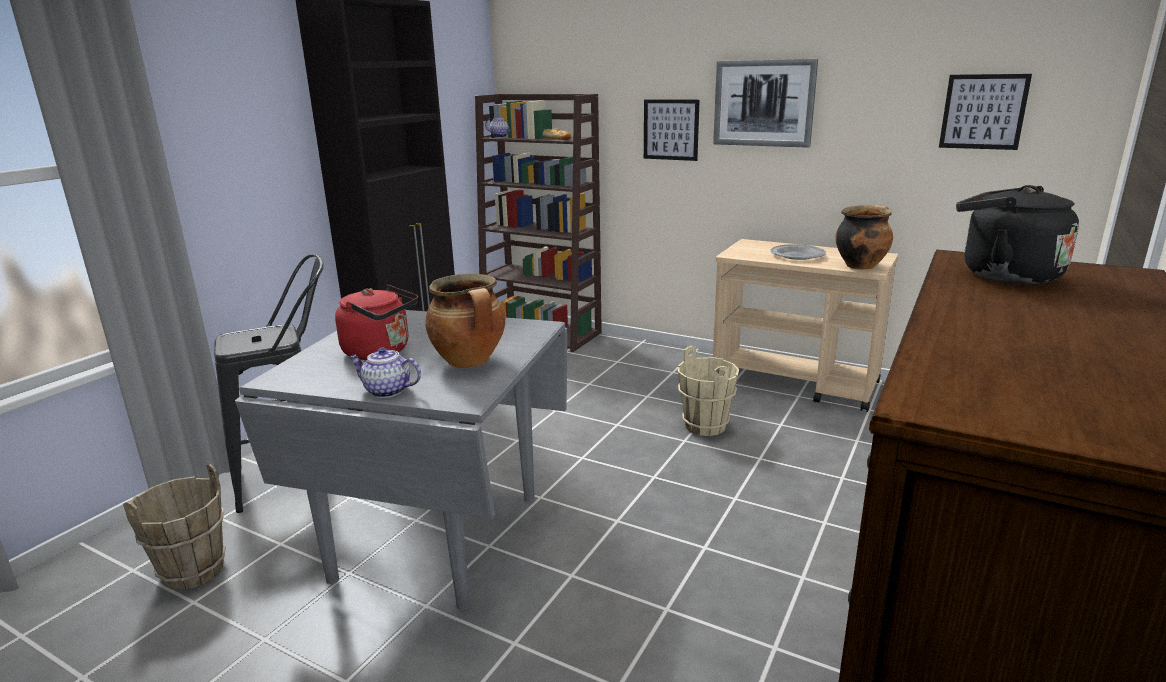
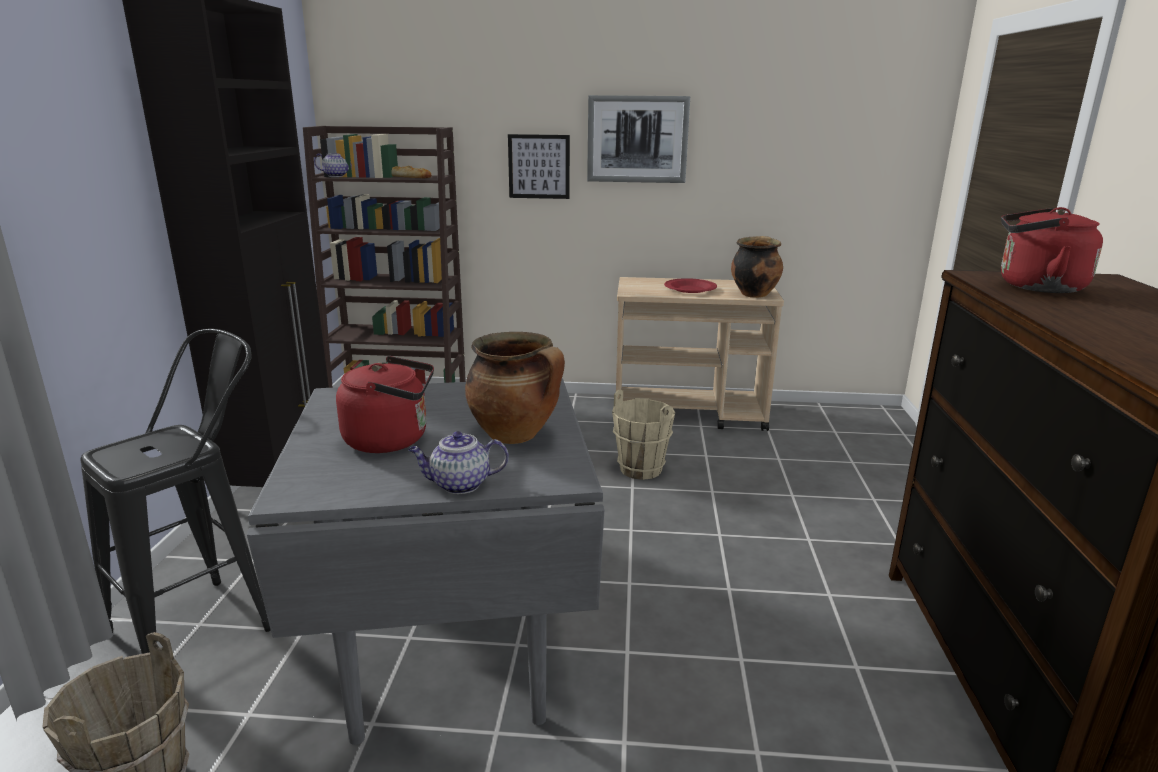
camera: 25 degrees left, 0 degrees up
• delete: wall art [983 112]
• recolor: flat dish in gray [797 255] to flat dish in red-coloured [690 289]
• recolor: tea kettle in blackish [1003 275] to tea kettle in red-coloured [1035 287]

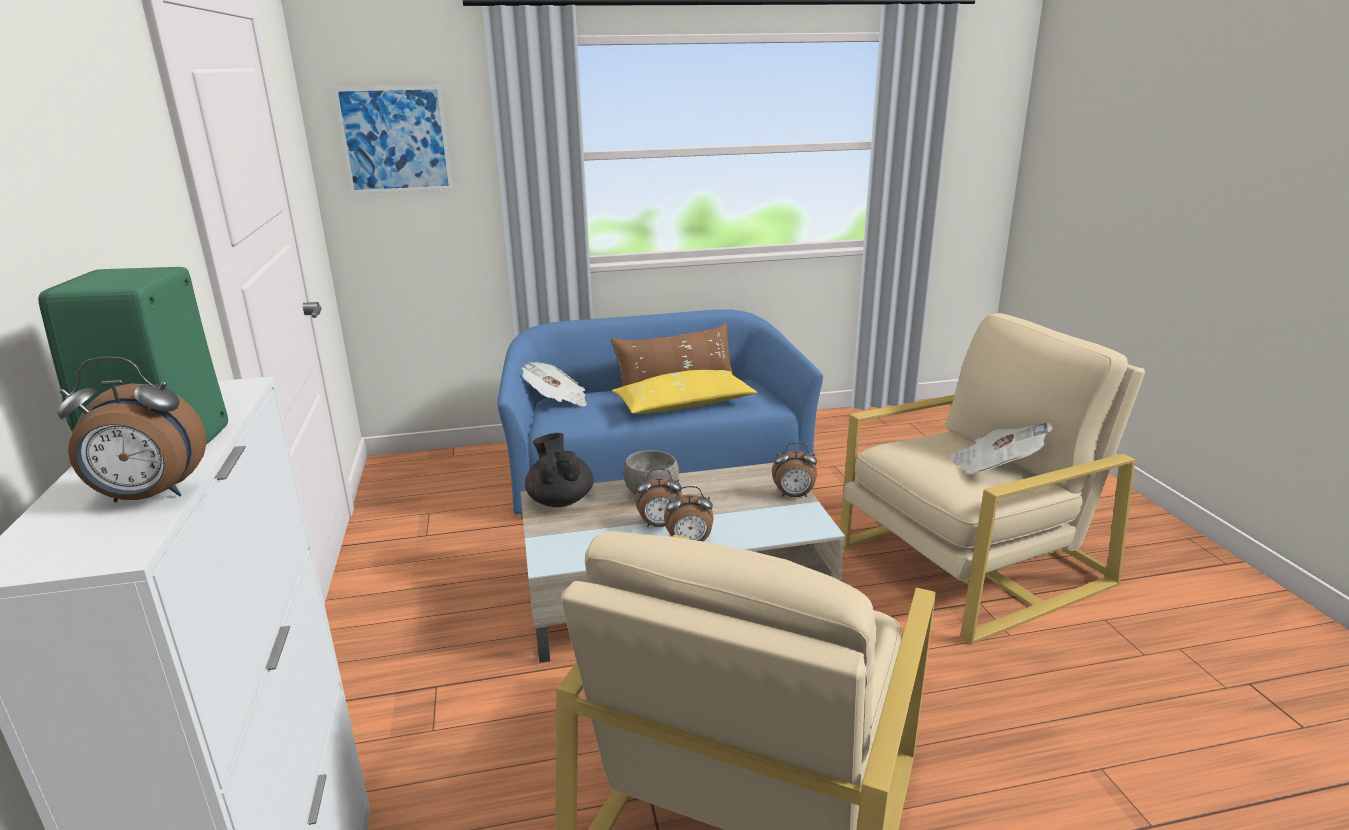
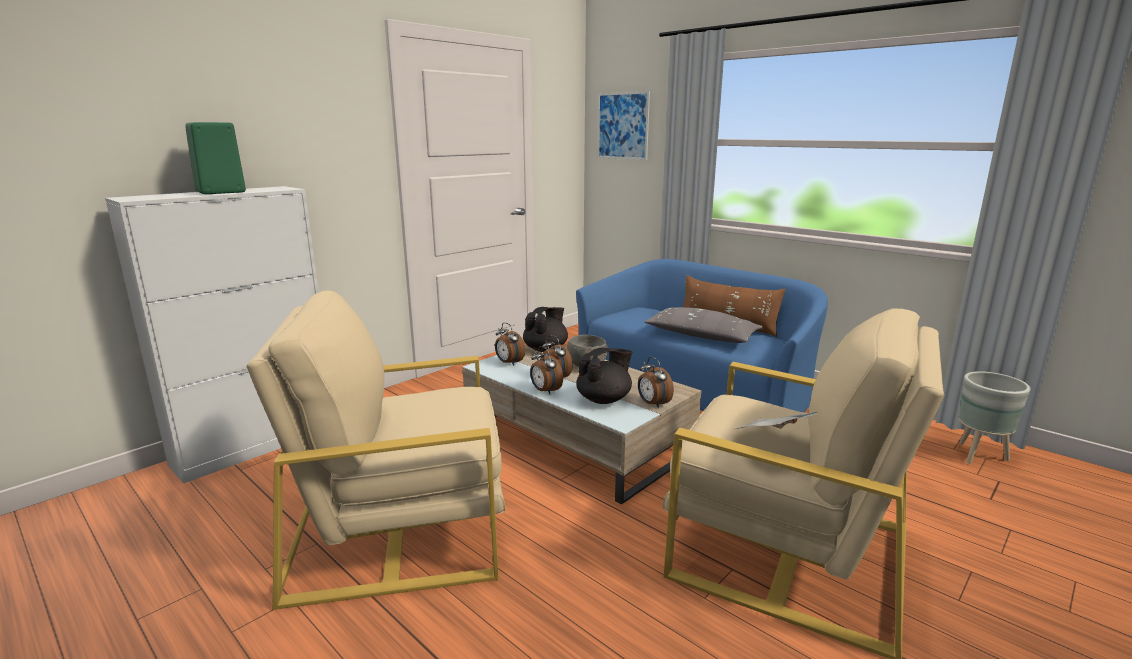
camera: 55 degrees right, 5 degrees down
• delete: newspaper [556 400]
• insert: pot for tea in blackish [604 399]
• insert: flower pot in gray [979 455]
• move: table clock [149 497] to [509 363]
• recolor: pillow in yellow [684 406] to pillow in gray [701 336]

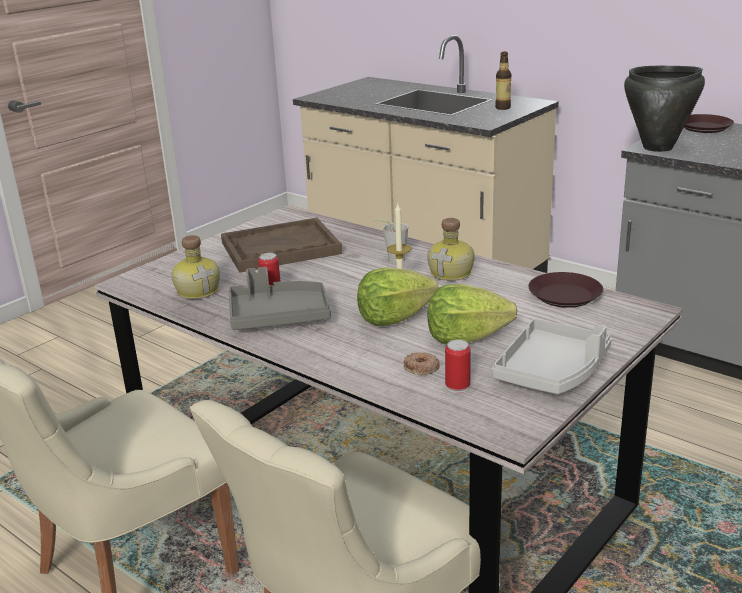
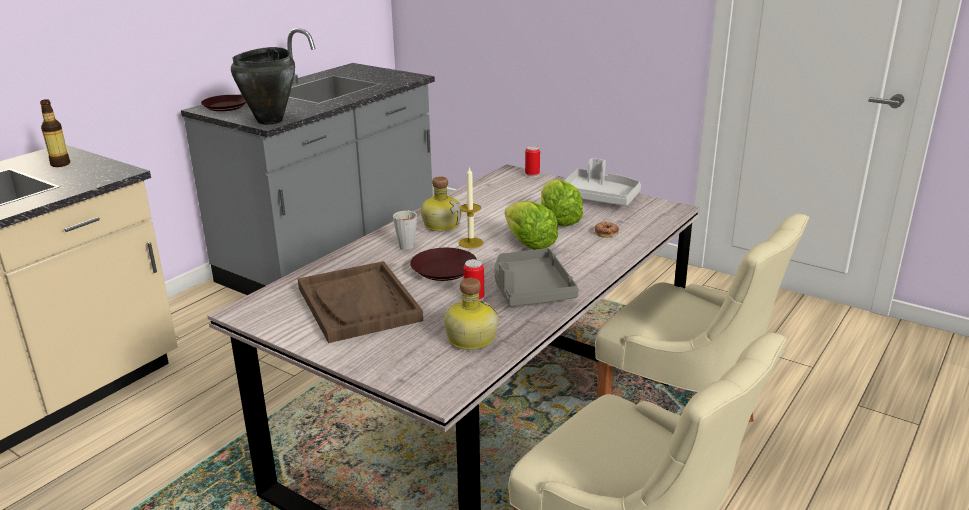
camera: 95 degrees left, 0 degrees up
• move: can [457 387] to [532 175]
• move: flat dish in brown [565 296] to [444 269]

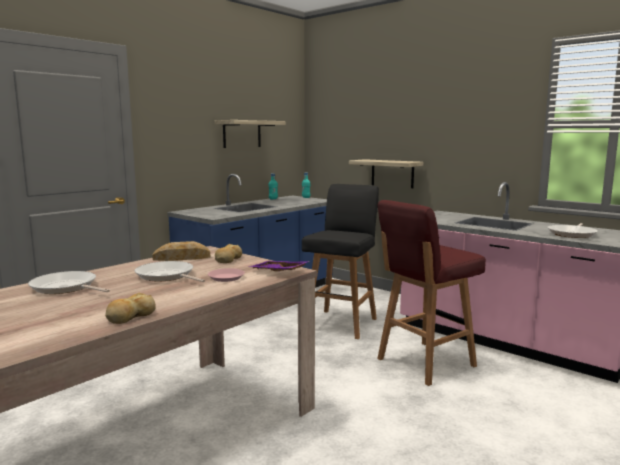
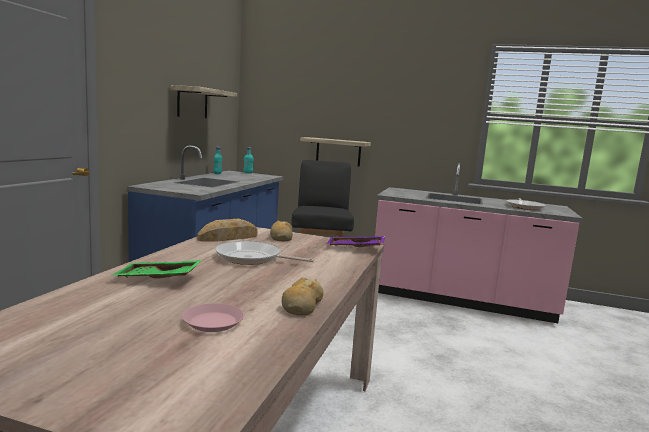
camera: 25 degrees left, 0 degrees up
• delete: stool in red-coloured [424 363]
• move: flat dish in pinkish [226 277] to [213 322]
• replace: frying pan [66 288] to carrying tray in green-coloured [157 279]

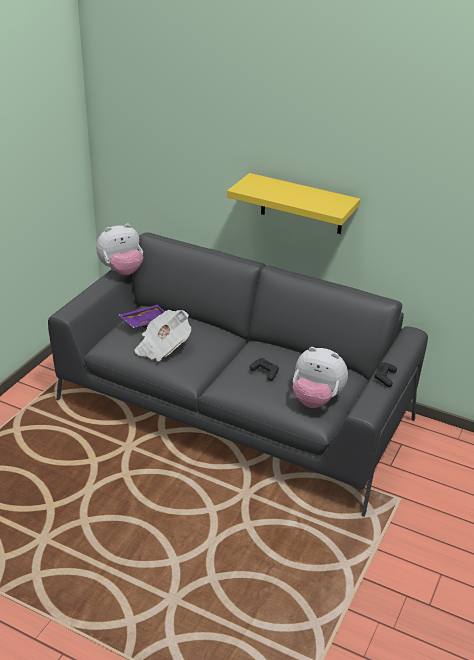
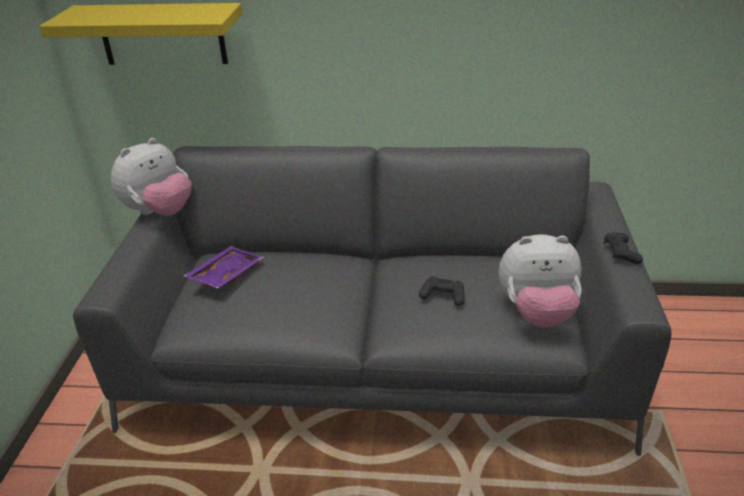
camera: 20 degrees left, 0 degrees up
• delete: newspaper [162 347]
• move: wall shelf in yellow [301 204] to [162 34]

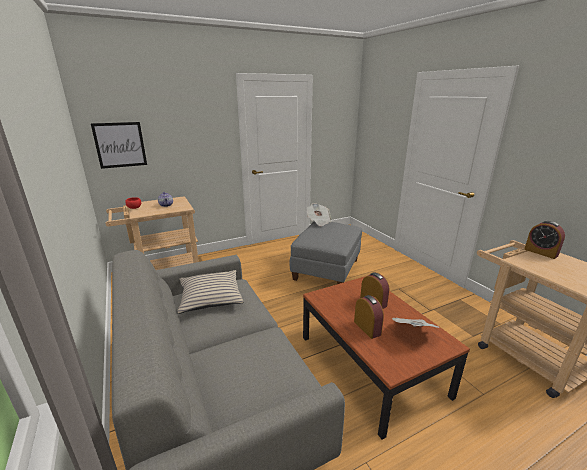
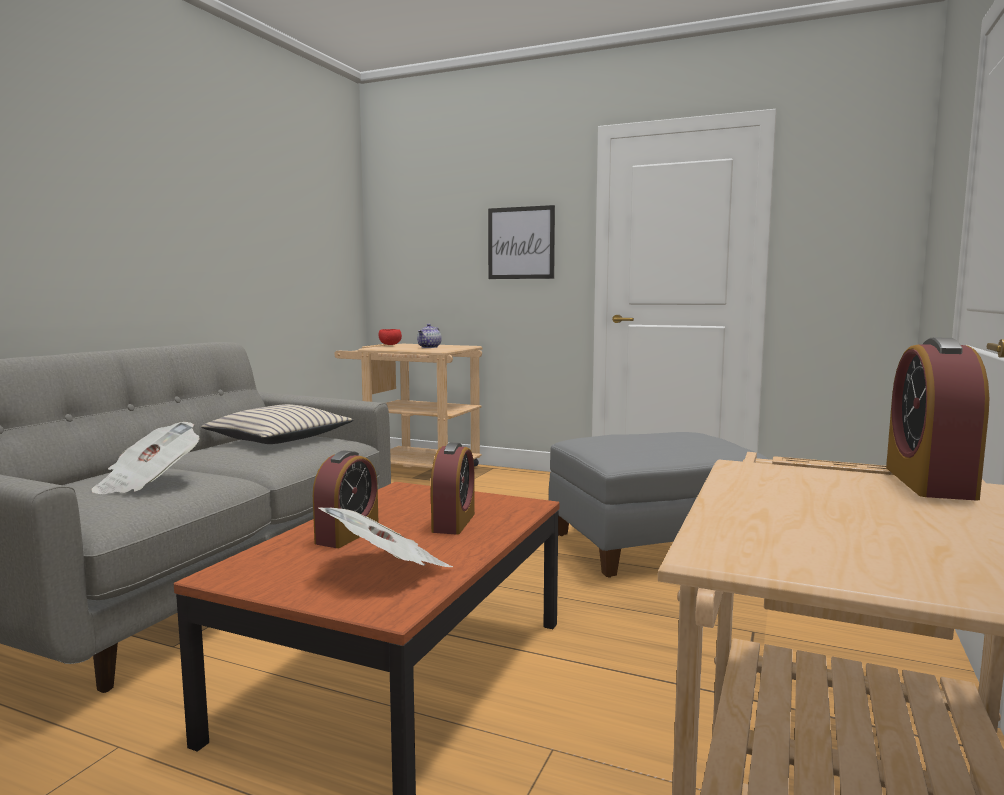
camera: 50 degrees right, 15 degrees down
• move: wall art [120 145] to [521 243]
• move: newspaper [318 221] to [148 483]

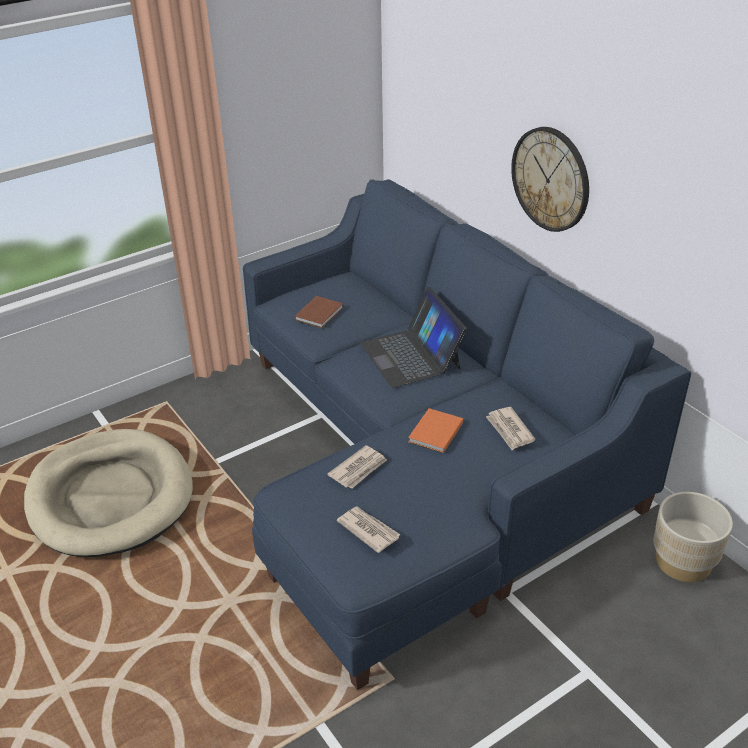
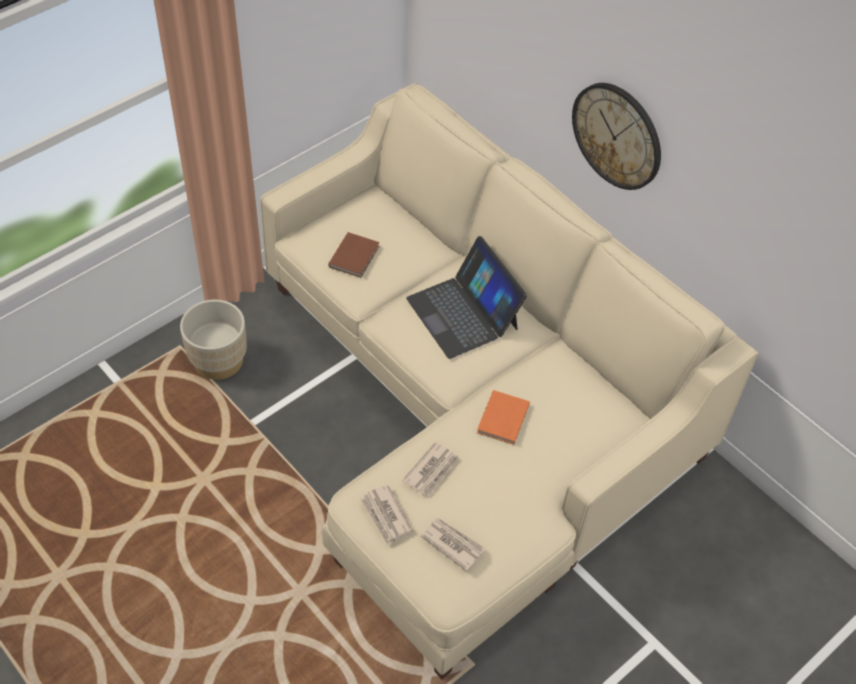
camera: 10 degrees left, 15 degrees up
• delete: dog bed in beige-coloured [110 497]
• move: newspaper [509 430] to [386 516]
• move: flower pot in beige-coloured [683 561] to [218 360]
• recolor: sofa in bluish [421 461] to sofa in beige-coloured [471 411]

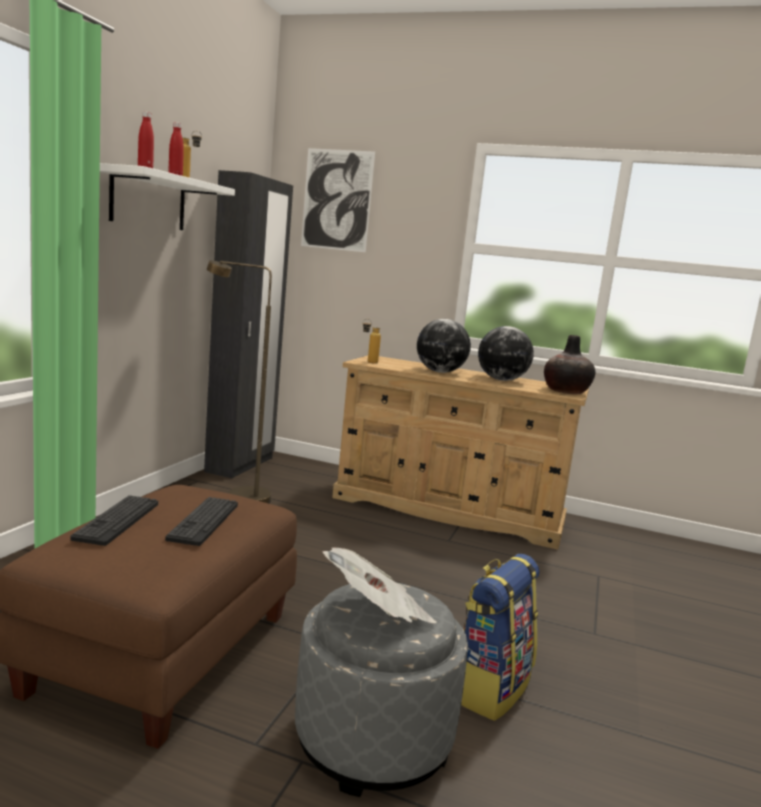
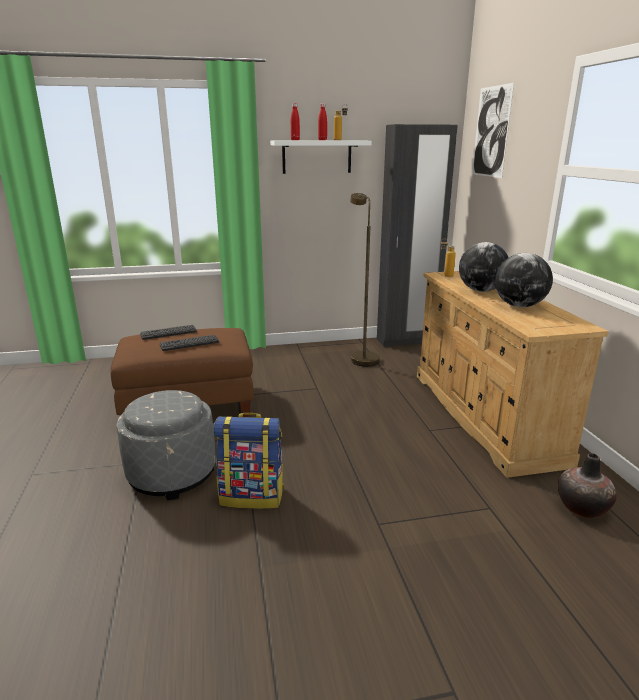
camera: 60 degrees right, 10 degrees up
• delete: newspaper [377 614]
• move: vase [566 391] to [582 508]

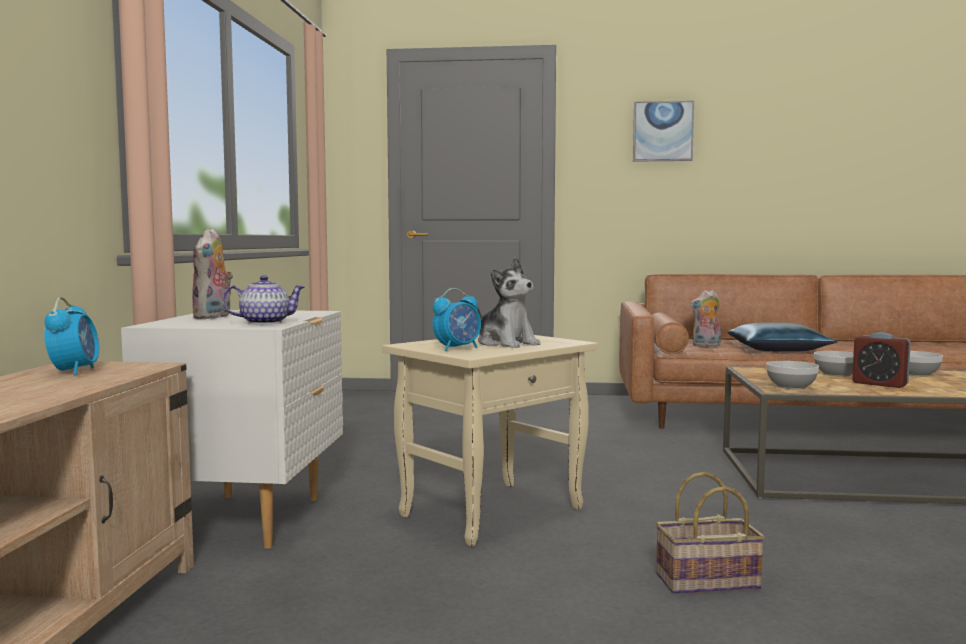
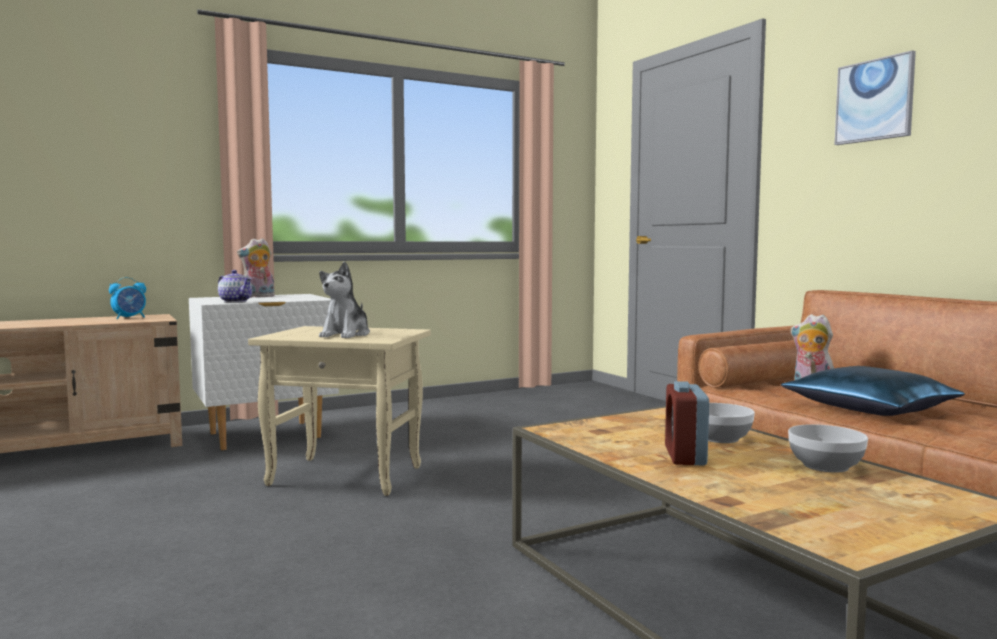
camera: 55 degrees right, 0 degrees up
• delete: table clock [458 348]
• delete: household basket [705 582]
• delete: serving bowl [790 386]

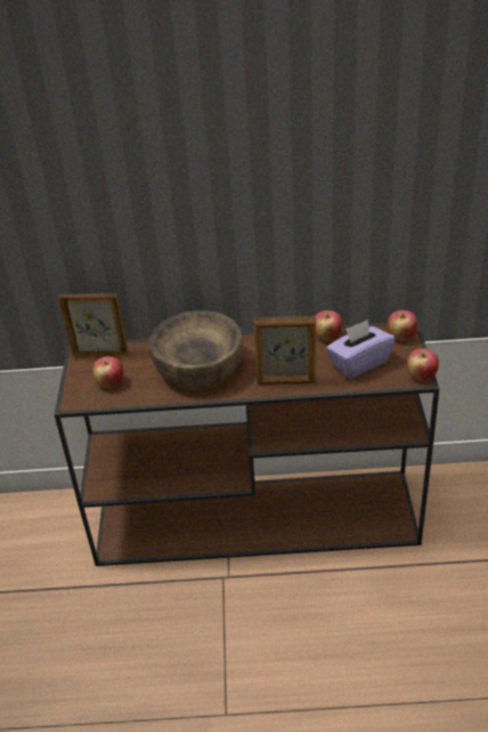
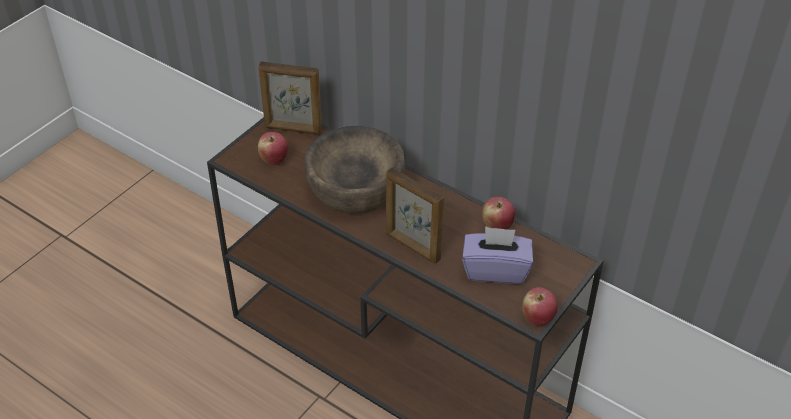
camera: 35 degrees right, 5 degrees up
• delete: apple fruit [401 337]
• rotate: picture frame [100 355] = [293 129] 150 degrees clockwise

